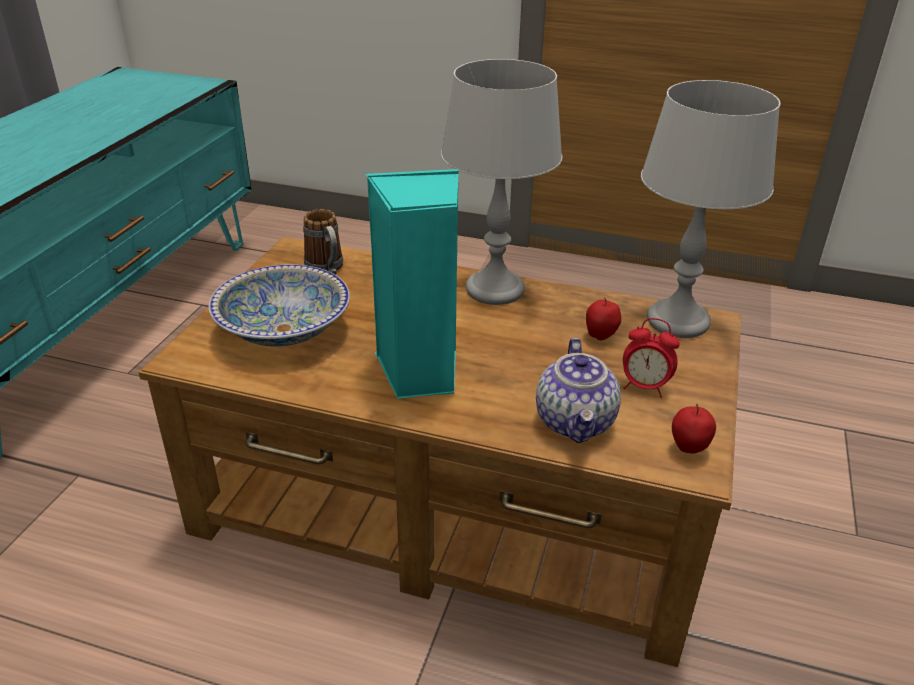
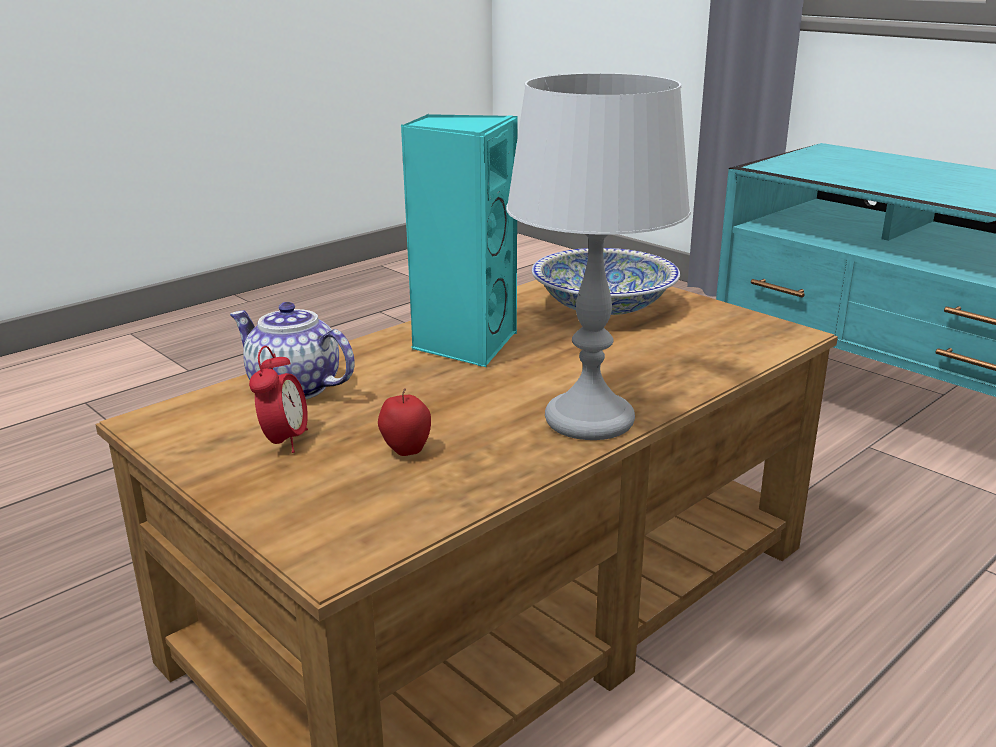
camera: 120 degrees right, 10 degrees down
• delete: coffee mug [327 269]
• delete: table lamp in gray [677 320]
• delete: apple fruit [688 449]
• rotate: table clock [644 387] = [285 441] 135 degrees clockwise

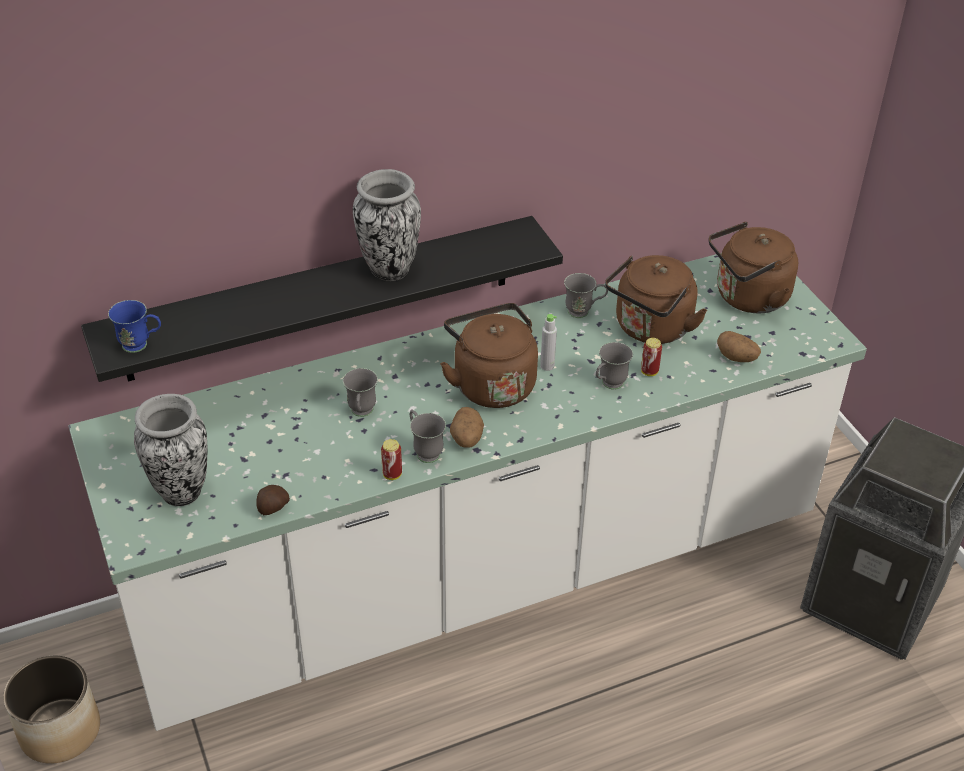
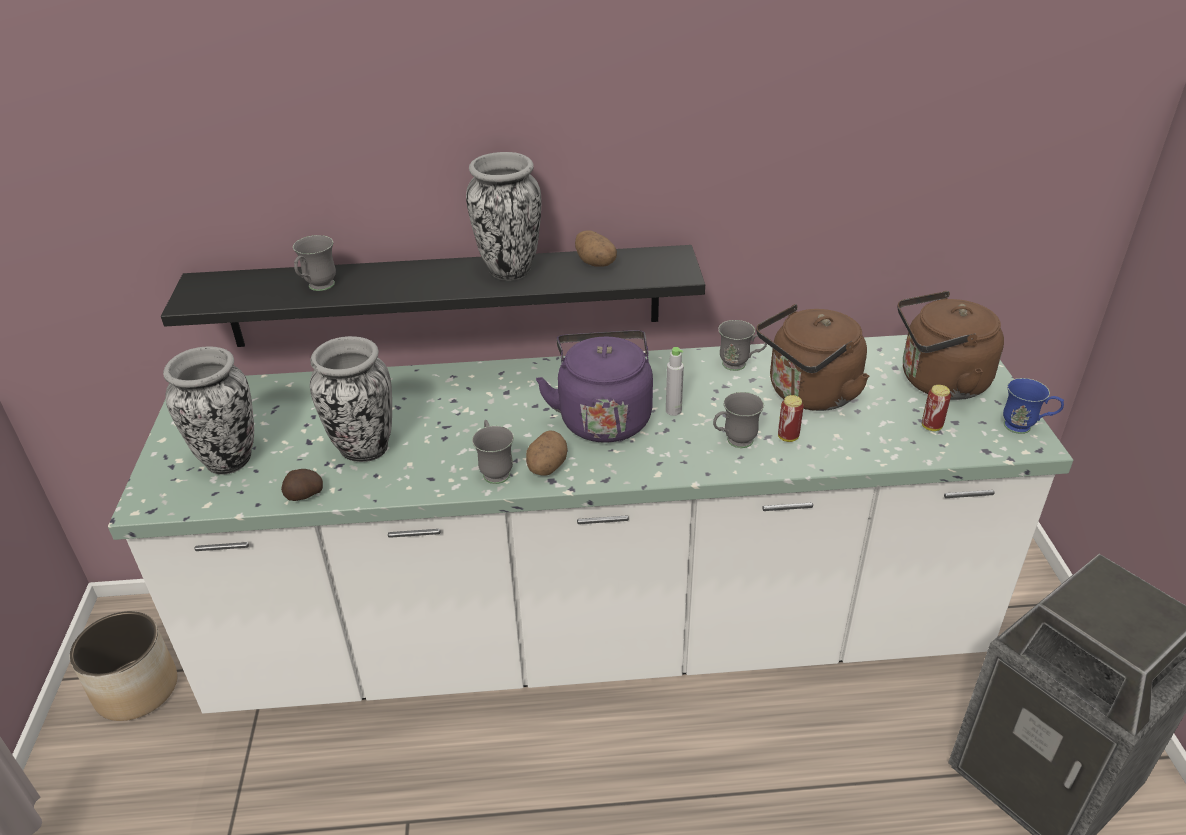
camera: 20 degrees right, 5 degrees down
• insert: vase [364 450]
• move: coffee mug in bluish [141 346] to [1024 428]
• move: coffee mug in gray [361 413] to [317 288]
• move: can [392 474] to [931 426]
• move: spud [737 358] to [596 263]
• recolor: tea kettle in brown [491 383] to tea kettle in purple-coloured [603 417]

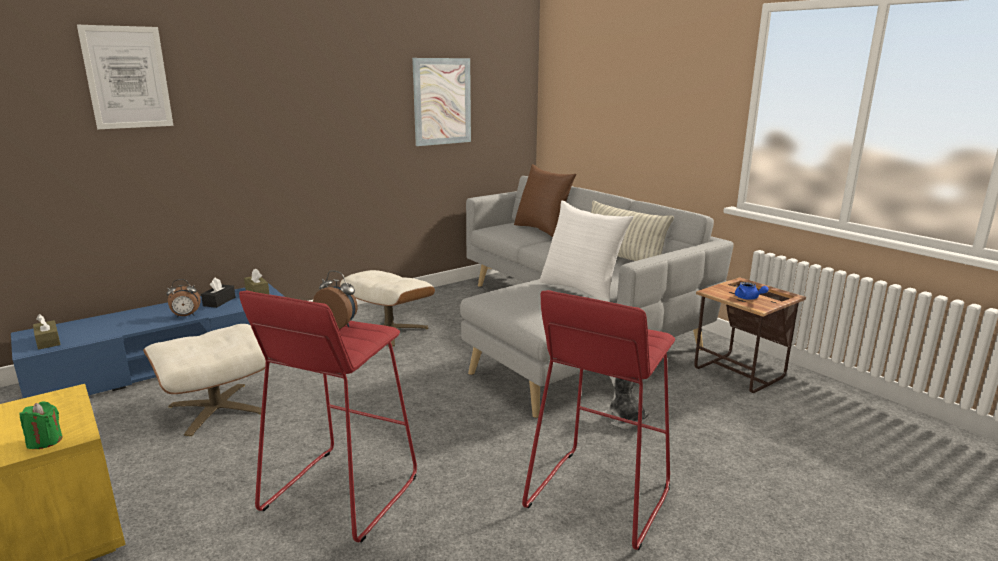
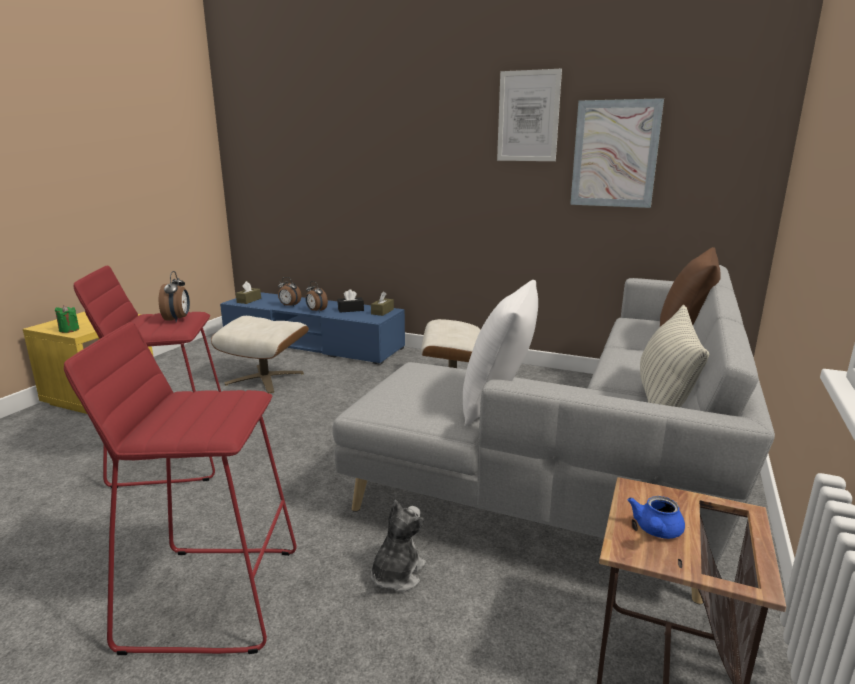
camera: 60 degrees right, 0 degrees up
• insert: table clock [289 306]
• move: wall art [127 77] to [528 116]

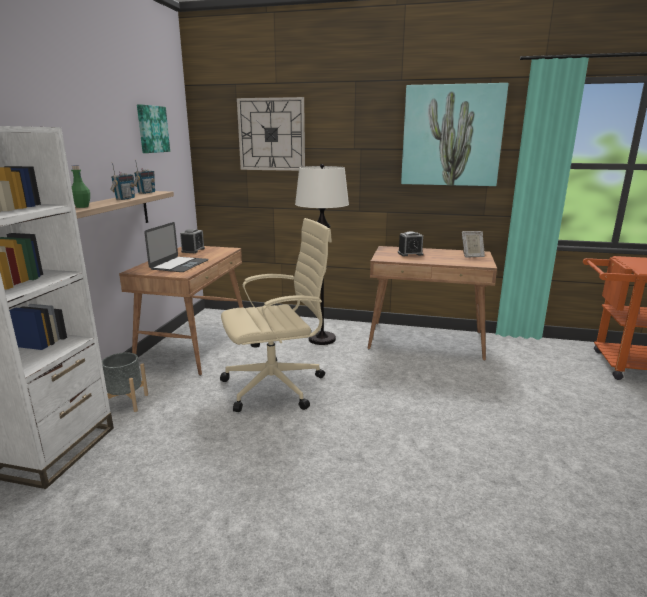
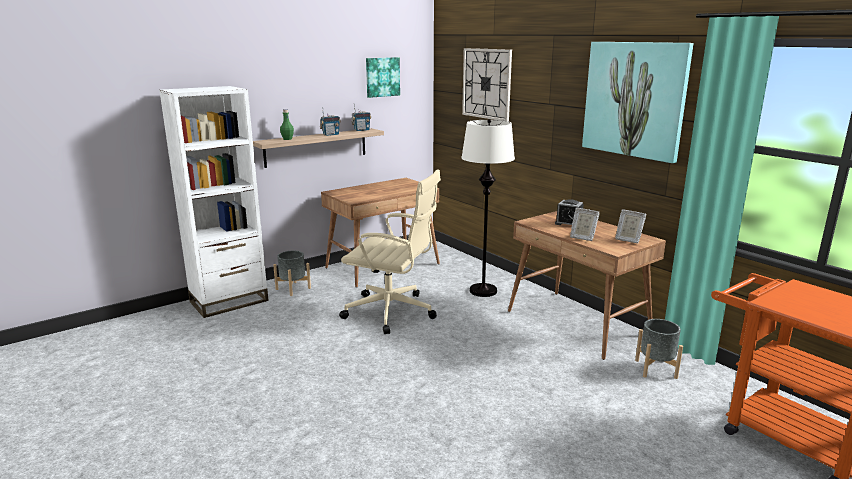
camera: 40 degrees right, 0 degrees up
• delete: notebook computer [179 264]
• delete: table clock [193 250]
• insert: picture frame [582 237]
• insert: flower pot in gray [655 369]

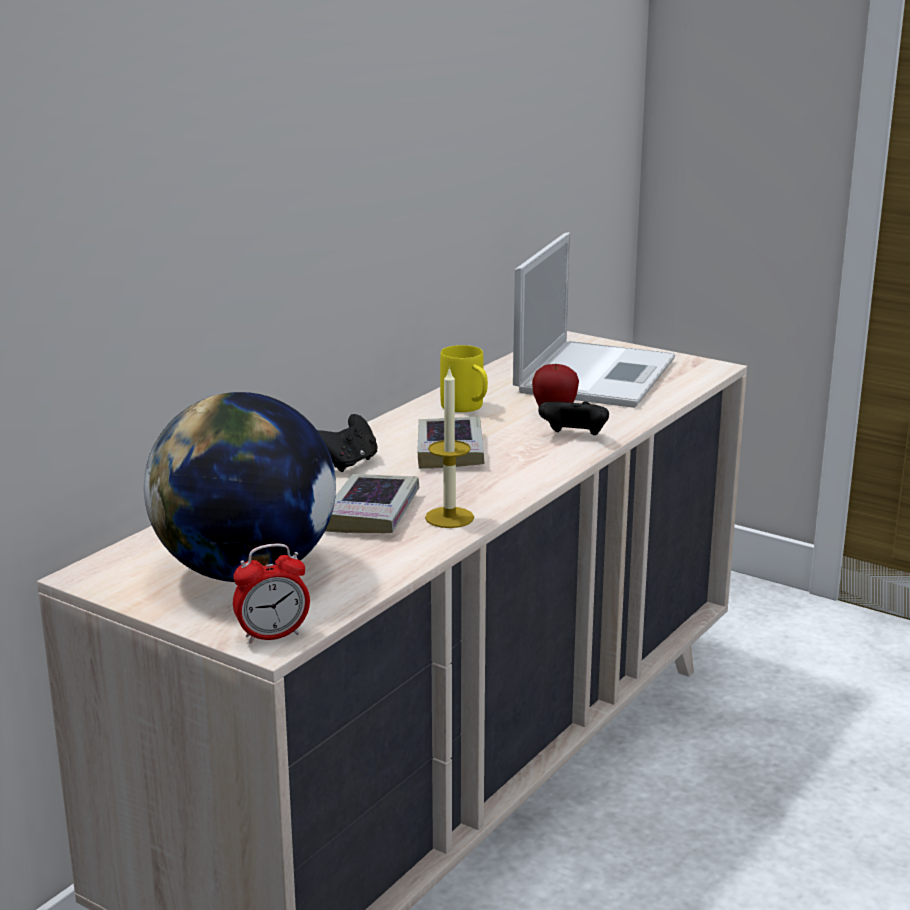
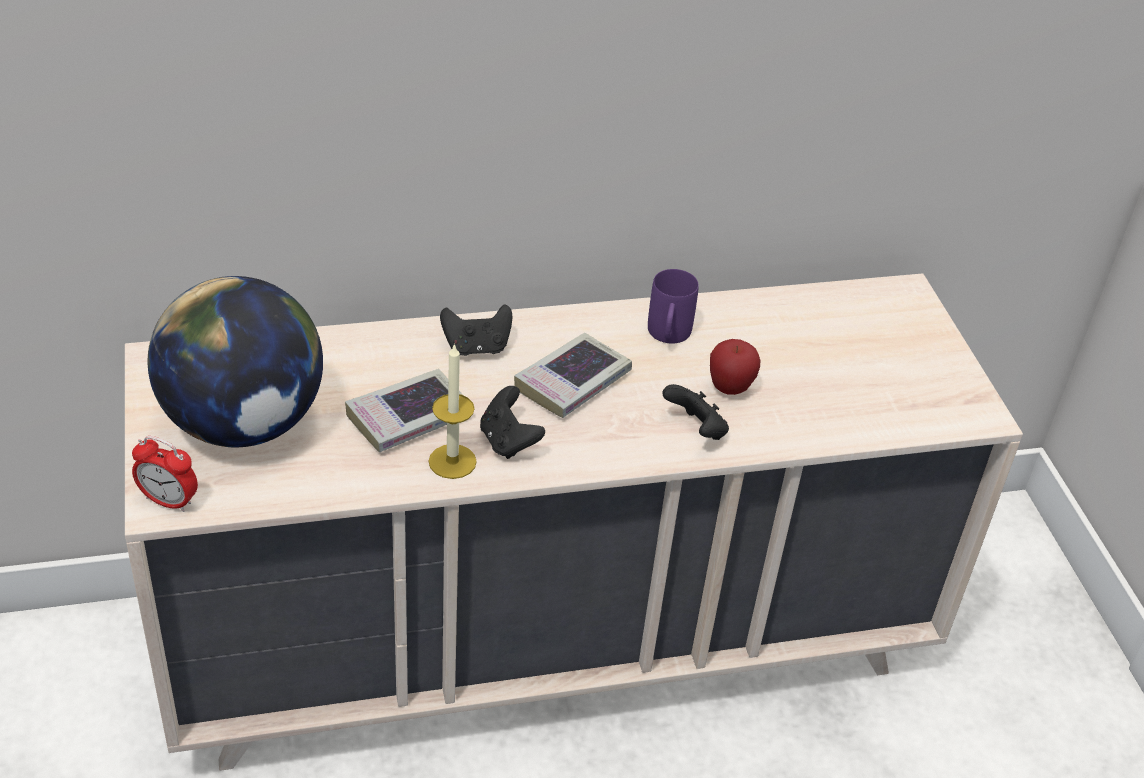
camera: 40 degrees right, 20 degrees up
• delete: notebook computer [595 374]
• insert: joypad in blackish [508 441]
• recolor: coffee mug in yellow [467 408] to coffee mug in purple-coloured [668 336]

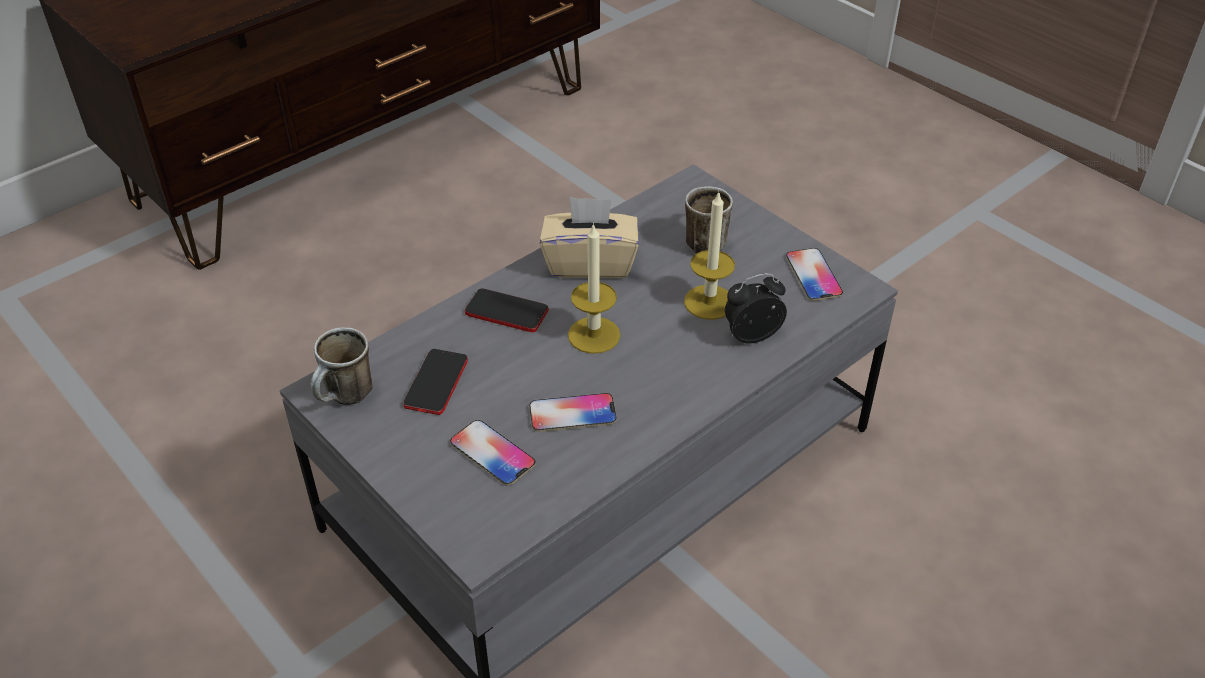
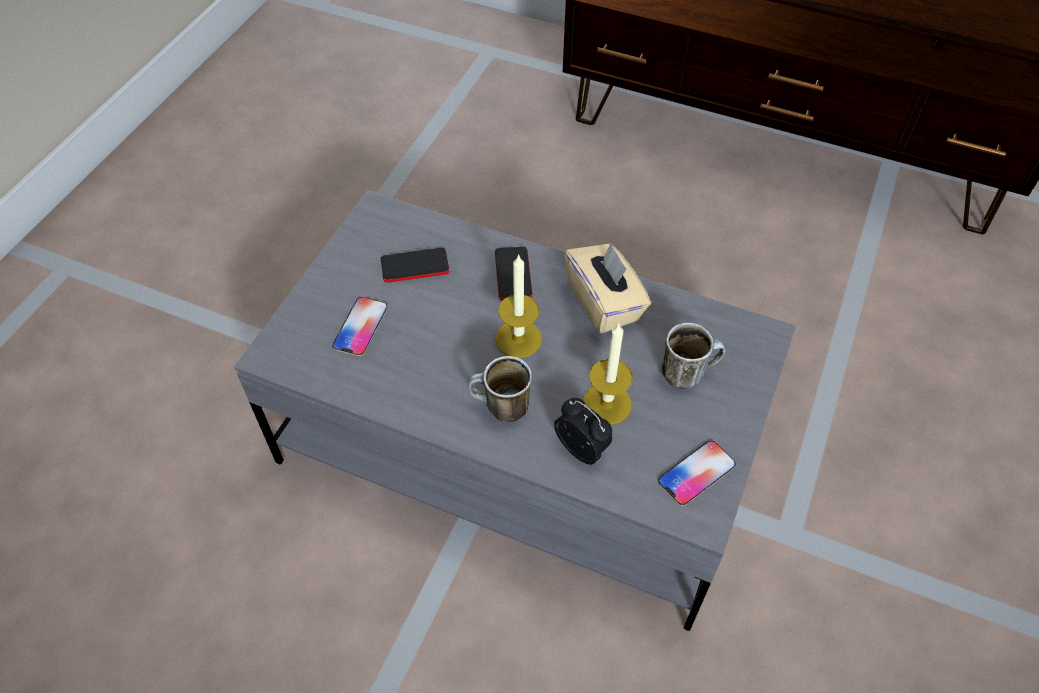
camera: 65 degrees right, 10 degrees up
• delete: handset [572 413]
• move: coffee mug [346 398] to [500 409]

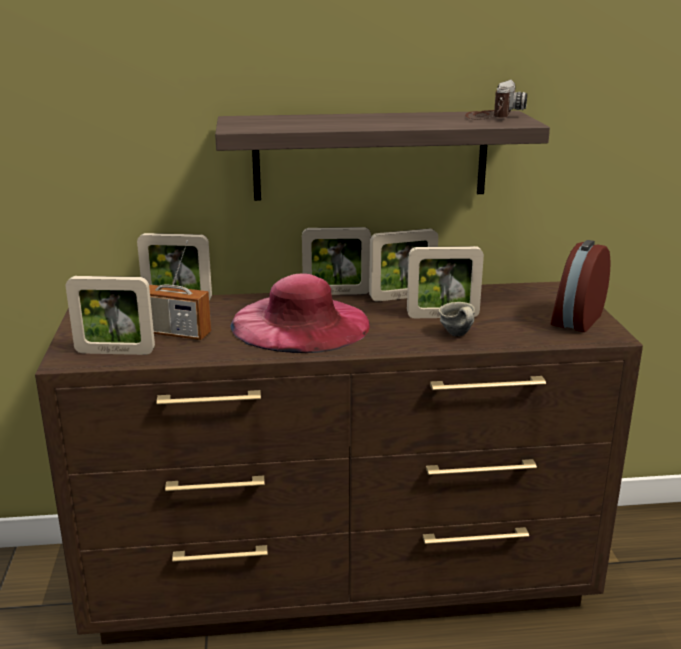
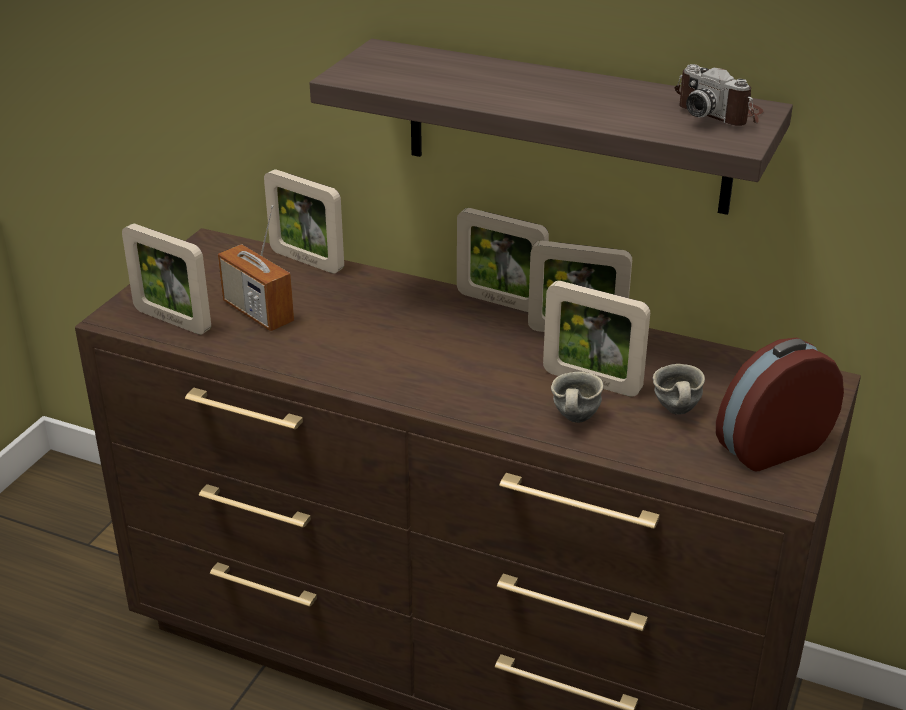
camera: 30 degrees right, 10 degrees up
• delete: wearable hat in pinkish [300 323]
• insert: coffee mug in gray [674 412]
• rotate: still camera [491 116] = [719 112] 90 degrees clockwise

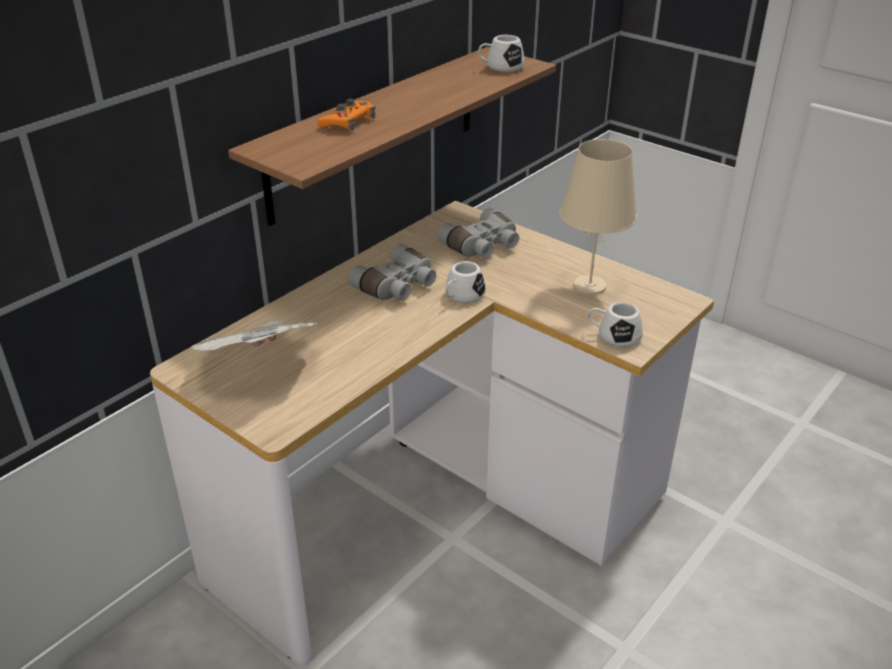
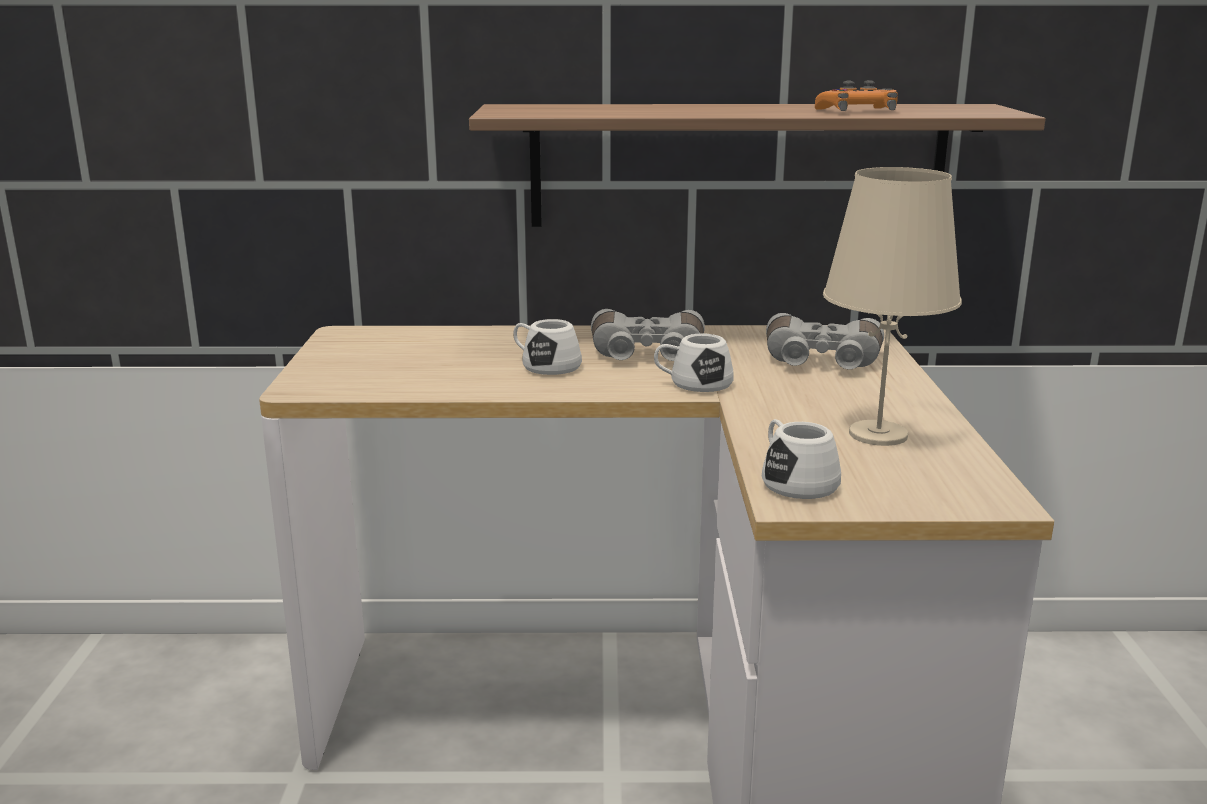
camera: 50 degrees right, 15 degrees down
• delete: newspaper [260 361]
• move: joypad in orange [348 122] to [857 111]
• move: coffee mug in white [500 67] to [545 366]

